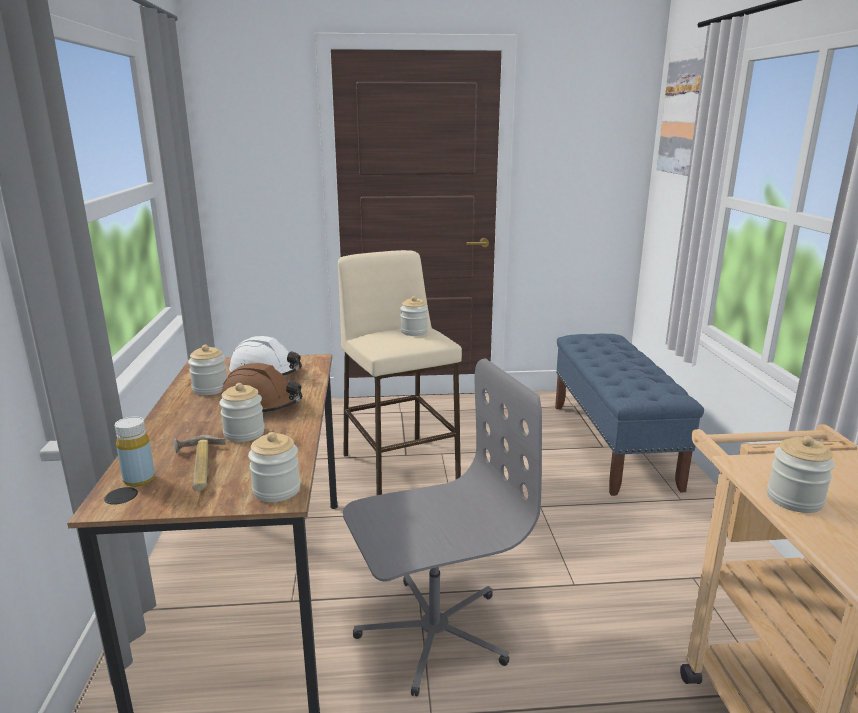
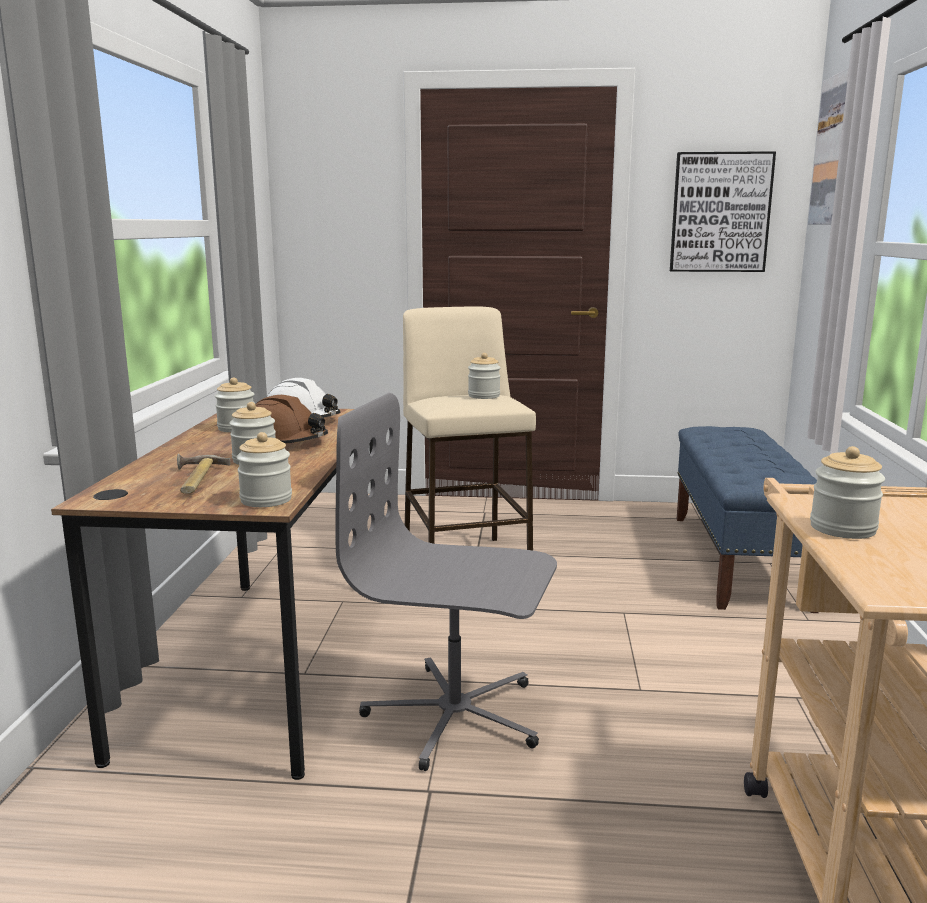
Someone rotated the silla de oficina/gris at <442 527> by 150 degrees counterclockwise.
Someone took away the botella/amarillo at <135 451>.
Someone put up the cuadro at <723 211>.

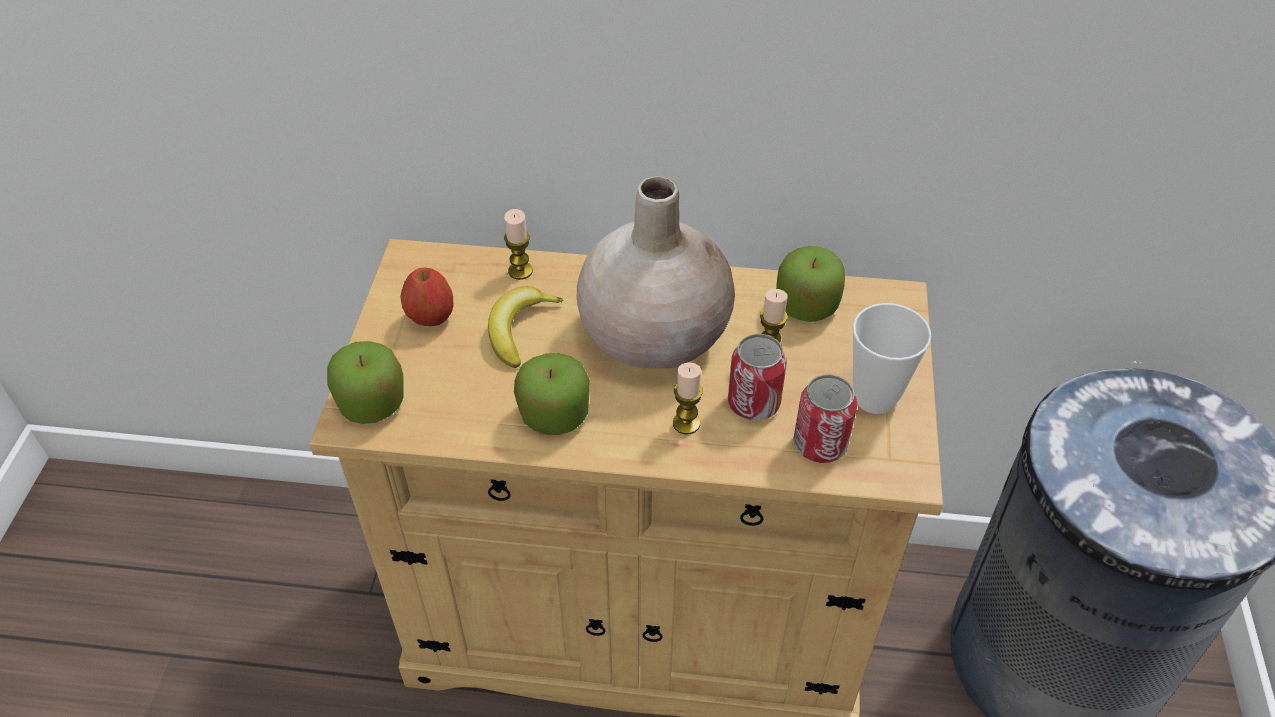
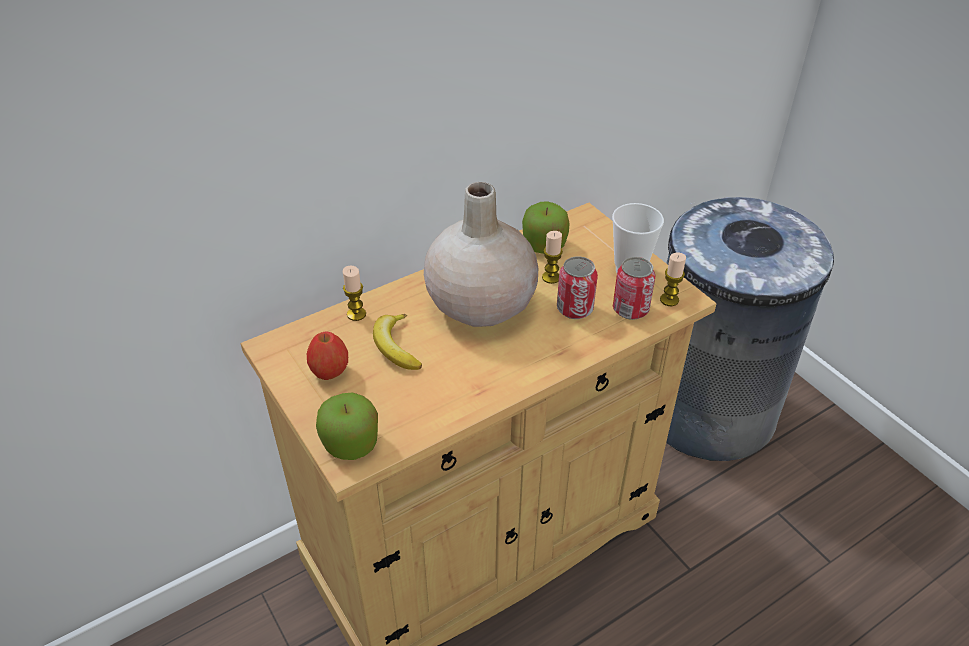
Someone took away the manzana at <552 394>.
Someone carried the vela from <688 398> to <673 279>.

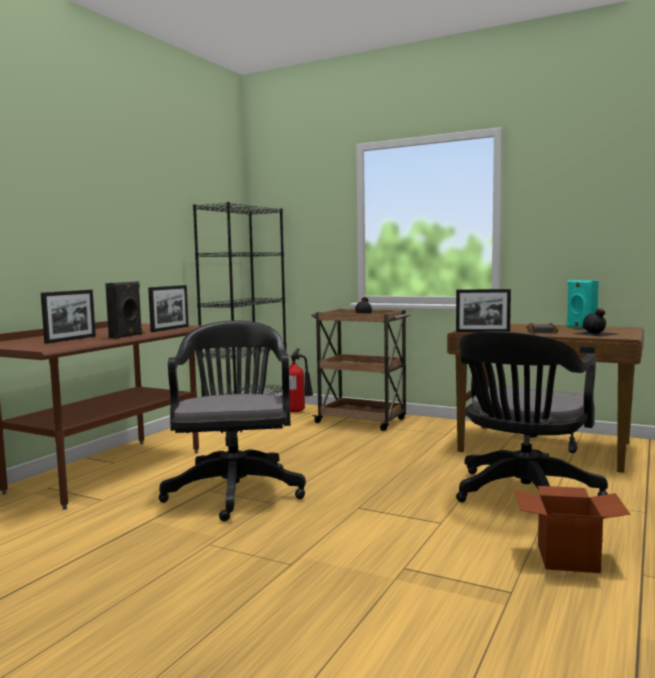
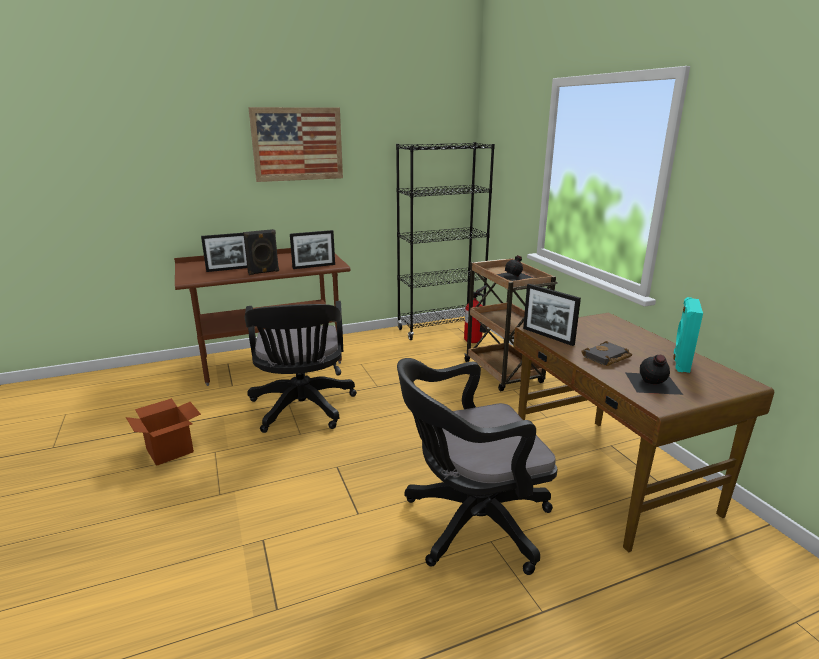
Someone rotated the silla de oficina/negro at <232 421> by 135 degrees clockwise.
Someone carried the caja de cartón from <572 529> to <163 432>.
Someone put up the cuadro at <295 144>.

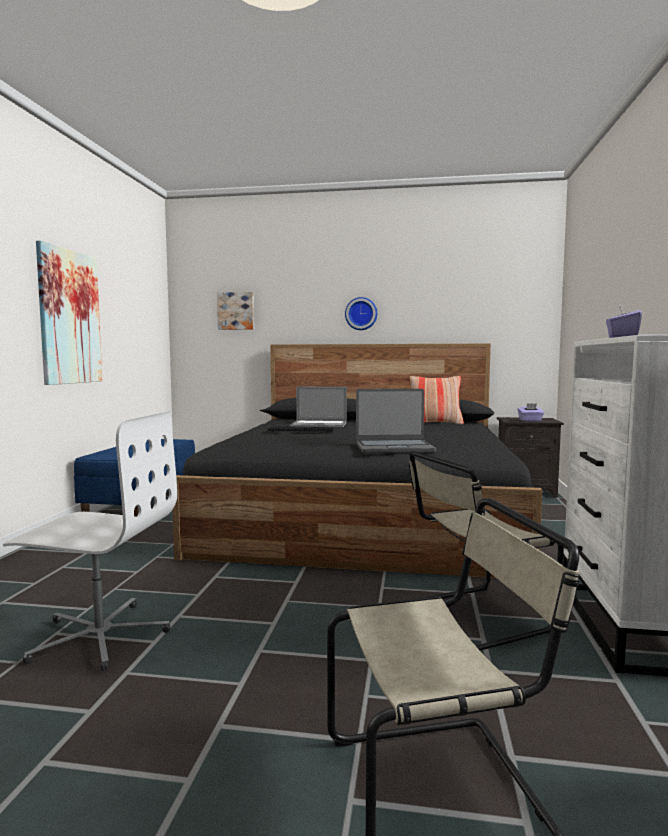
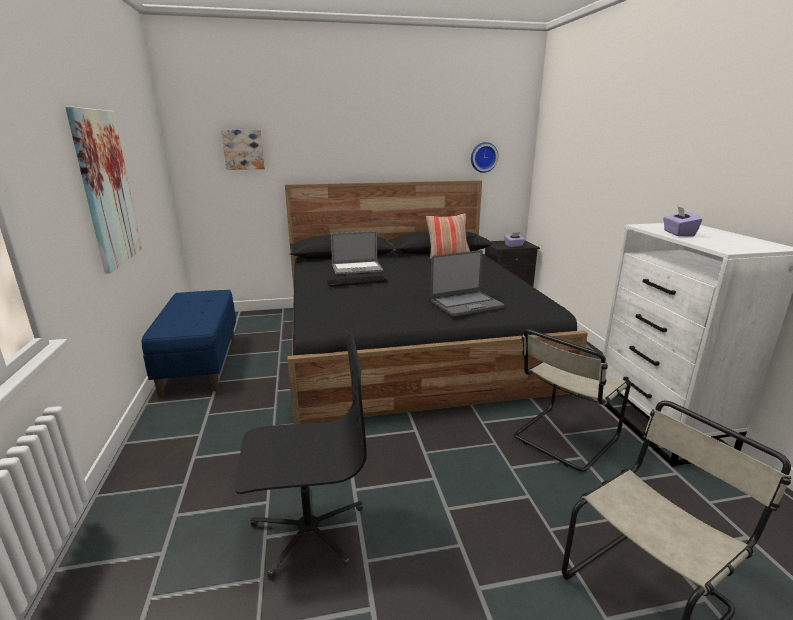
Someone carried the reloj de pared from <361 313> to <484 157>.
Someone repainted the silla de oficina/blanco at <90 541>, which became the silla de oficina/negro at <300 455>.

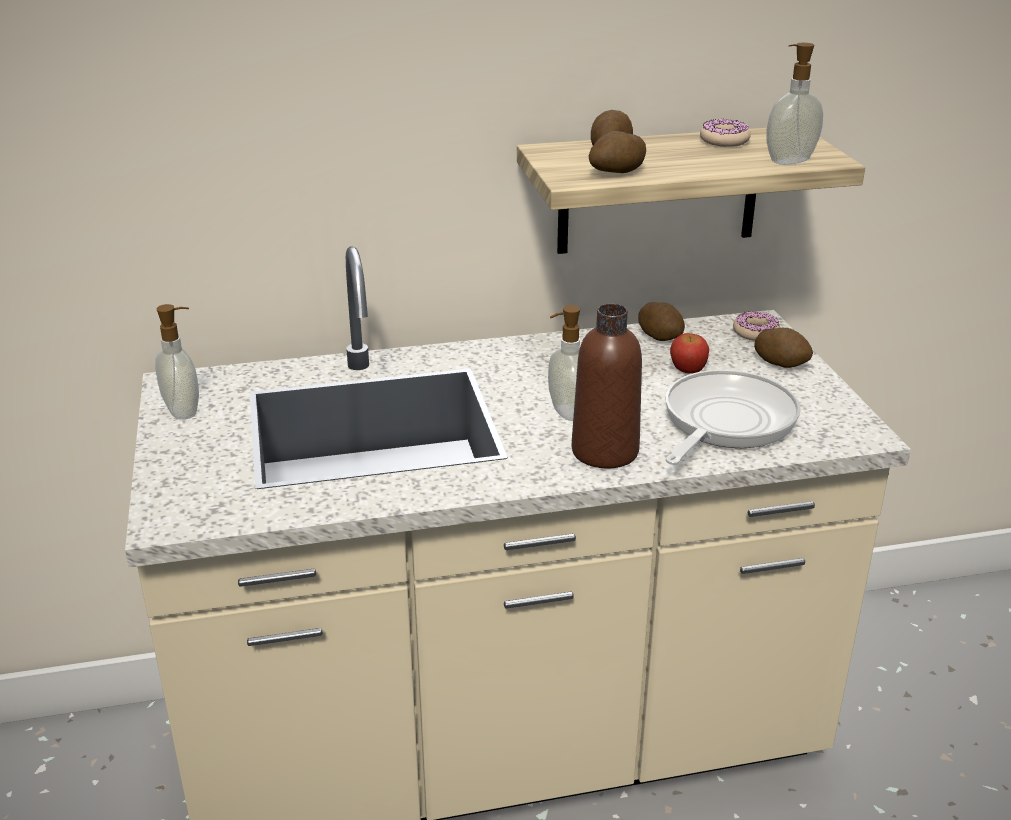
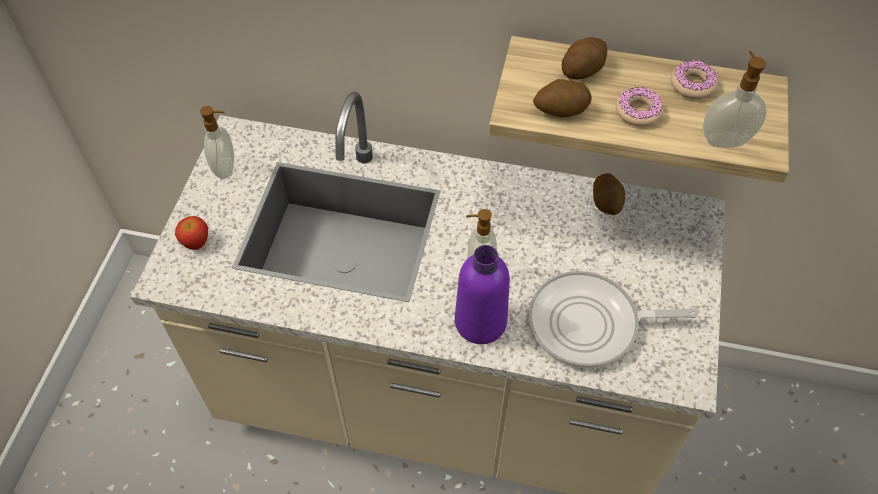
Someone repainted the botella/marrón at <607 386>, which became the botella/morado at <482 294>.
Someone carried the rosquilla from <756 326> to <640 107>.
Someone took away the patata at <783 348>.
Someone carried the manzana from <689 353> to <191 233>.
Someone rotated the sartén at <733 417> by 150 degrees counterclockwise.

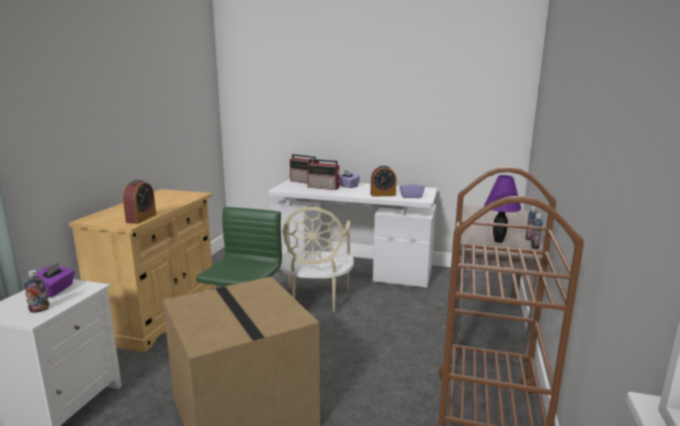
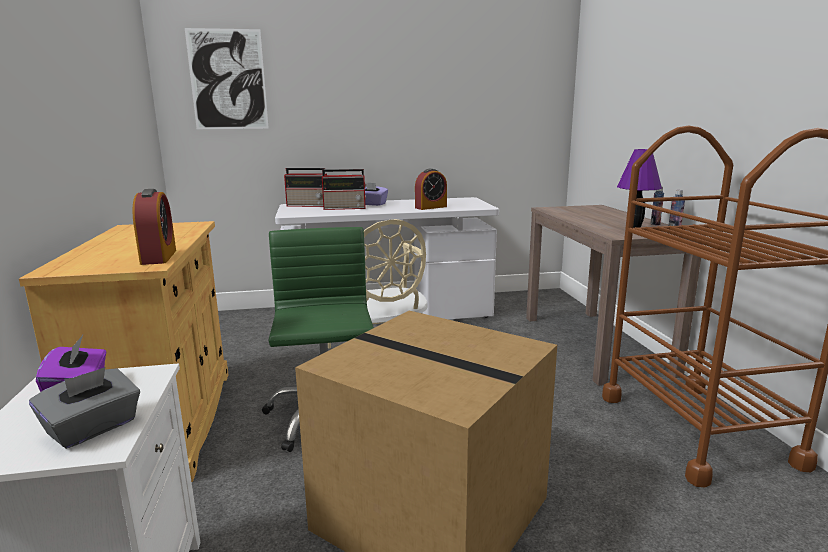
Someone took away the caja de pañuelos/morado at <412 188>.
Someone swapped the botella at <36 291> for the caja de pañuelos/gris at <84 408>.
Someone put up the cuadro at <227 78>.

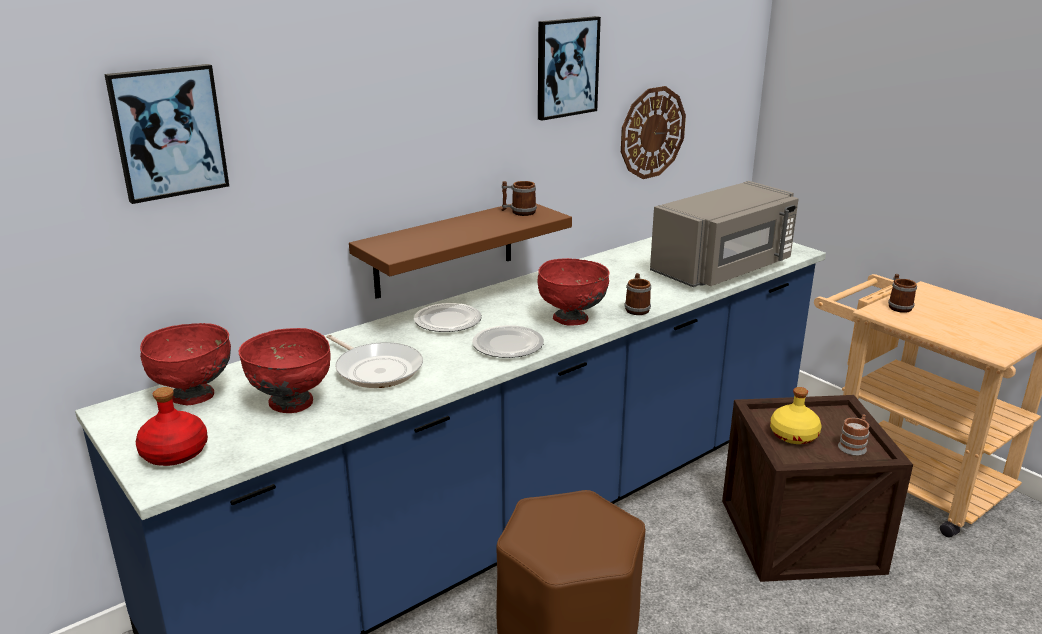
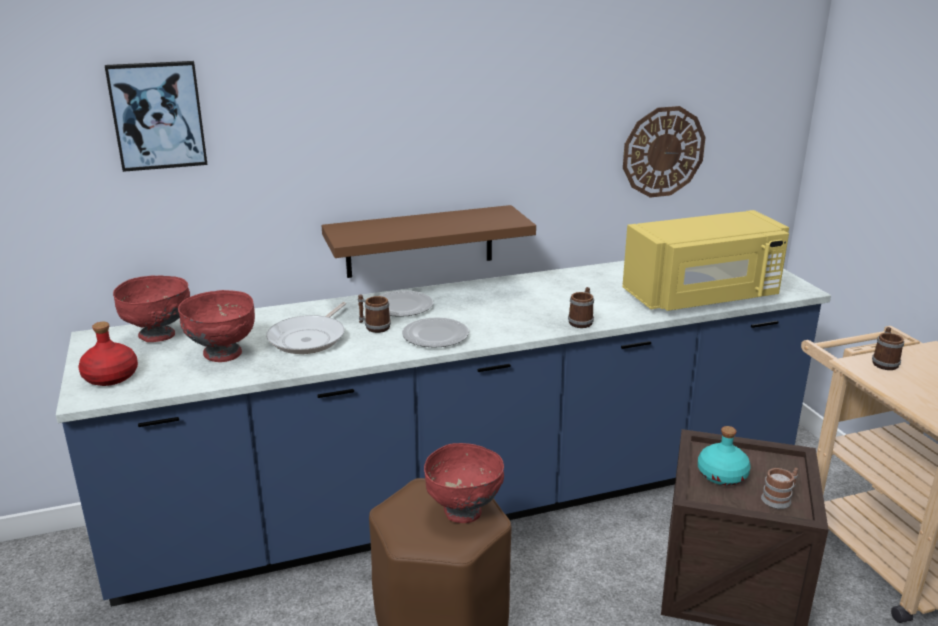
Someone took away the cuadro at <569 68>.
Someone carried the taza grande from <519 198> to <374 313>.
Someone repainted the microondas/gris at <724 234>, which became the microondas/amarillo at <705 260>.
Someone carried the cuenco/rojo from <574 291> to <464 483>.
Someone rotated the sartén at <374 361> by 45 degrees clockwise.
Someone repainted the botella/amarillo at <795 415>, which became the botella/turquesa at <724 455>.

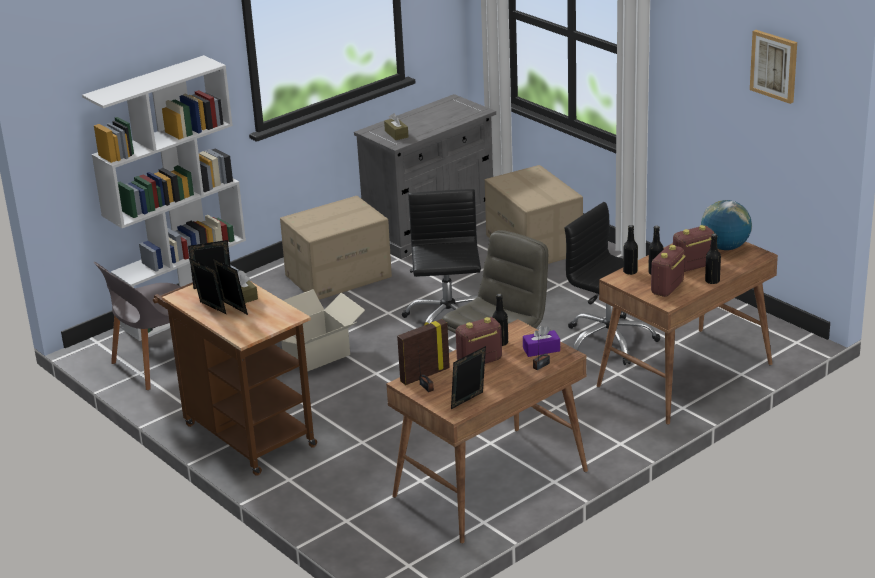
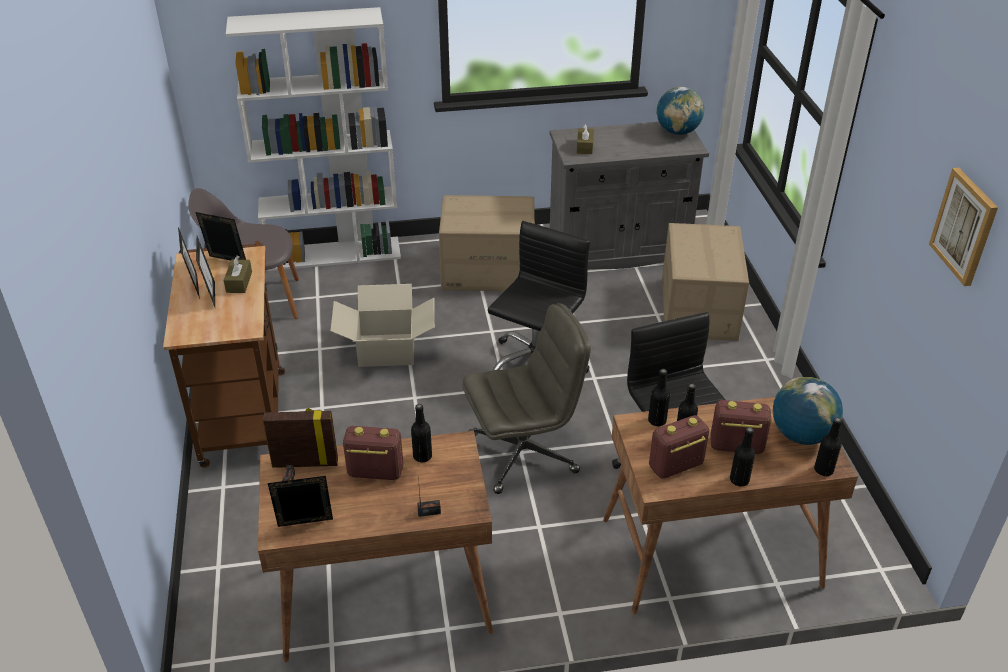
Someone took away the caja de pañuelos/morado at <541 341>.
Someone put down the globo terráqueo at <680 110>.
Someone put down the botella/negro at <828 446>.

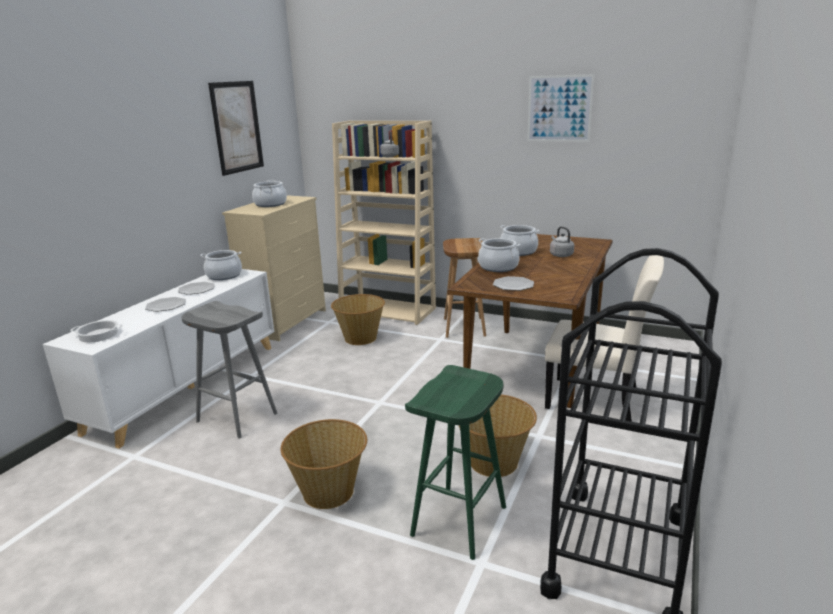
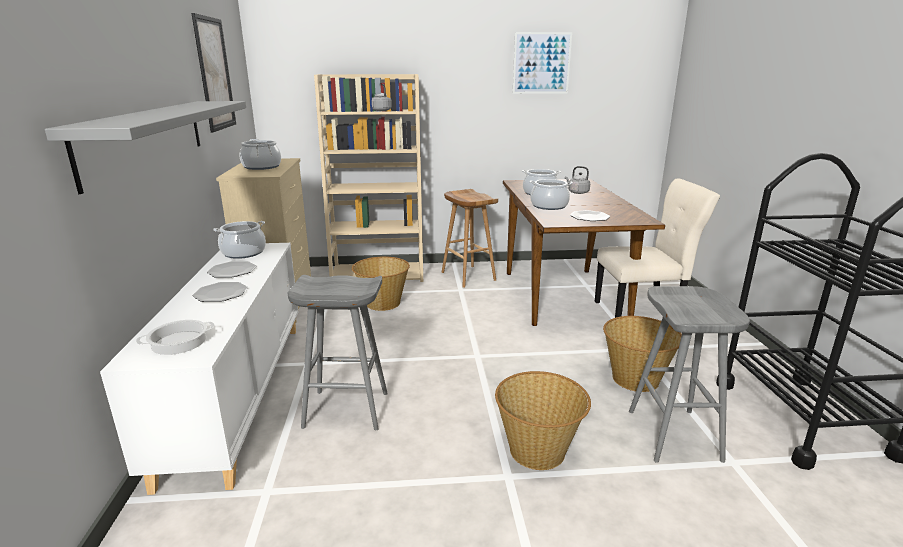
Someone repainted the taburete/verde at <455 462>, which became the taburete/gris at <689 374>.
Someone put up the estante/gris at <145 147>.

